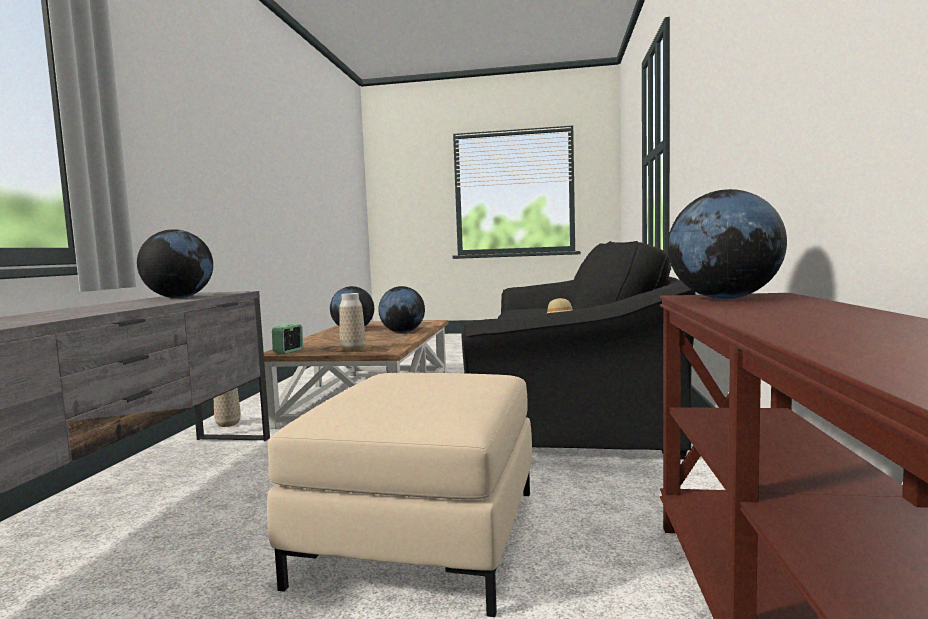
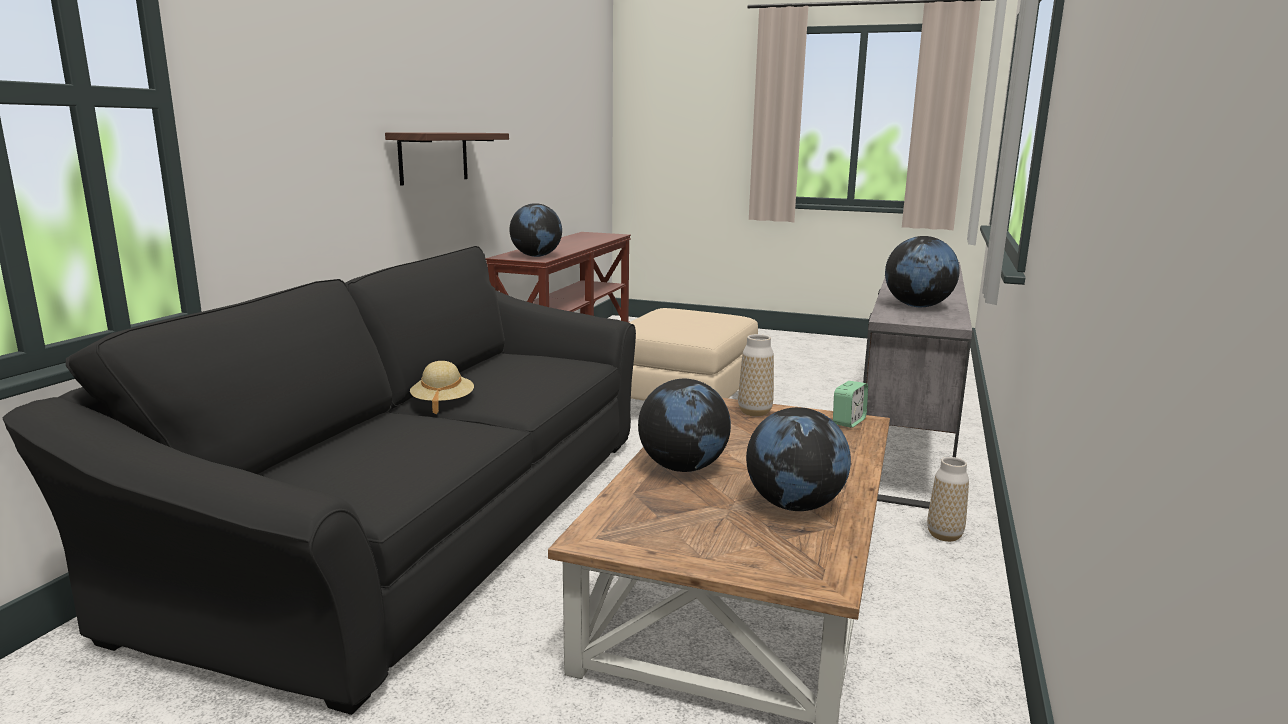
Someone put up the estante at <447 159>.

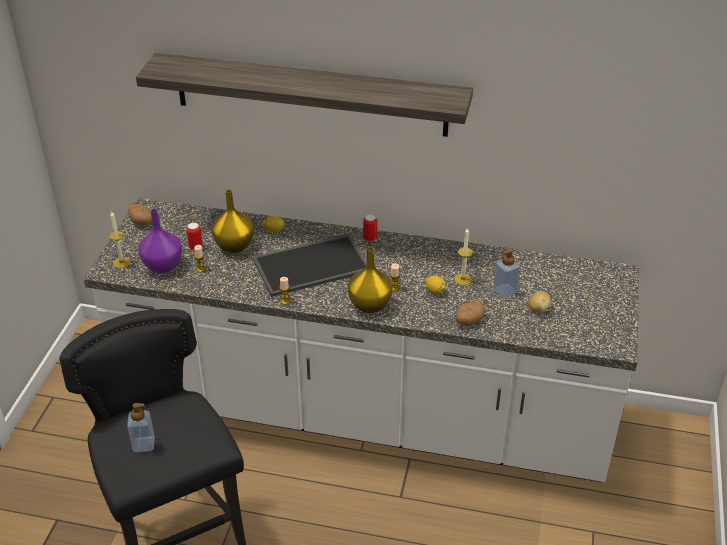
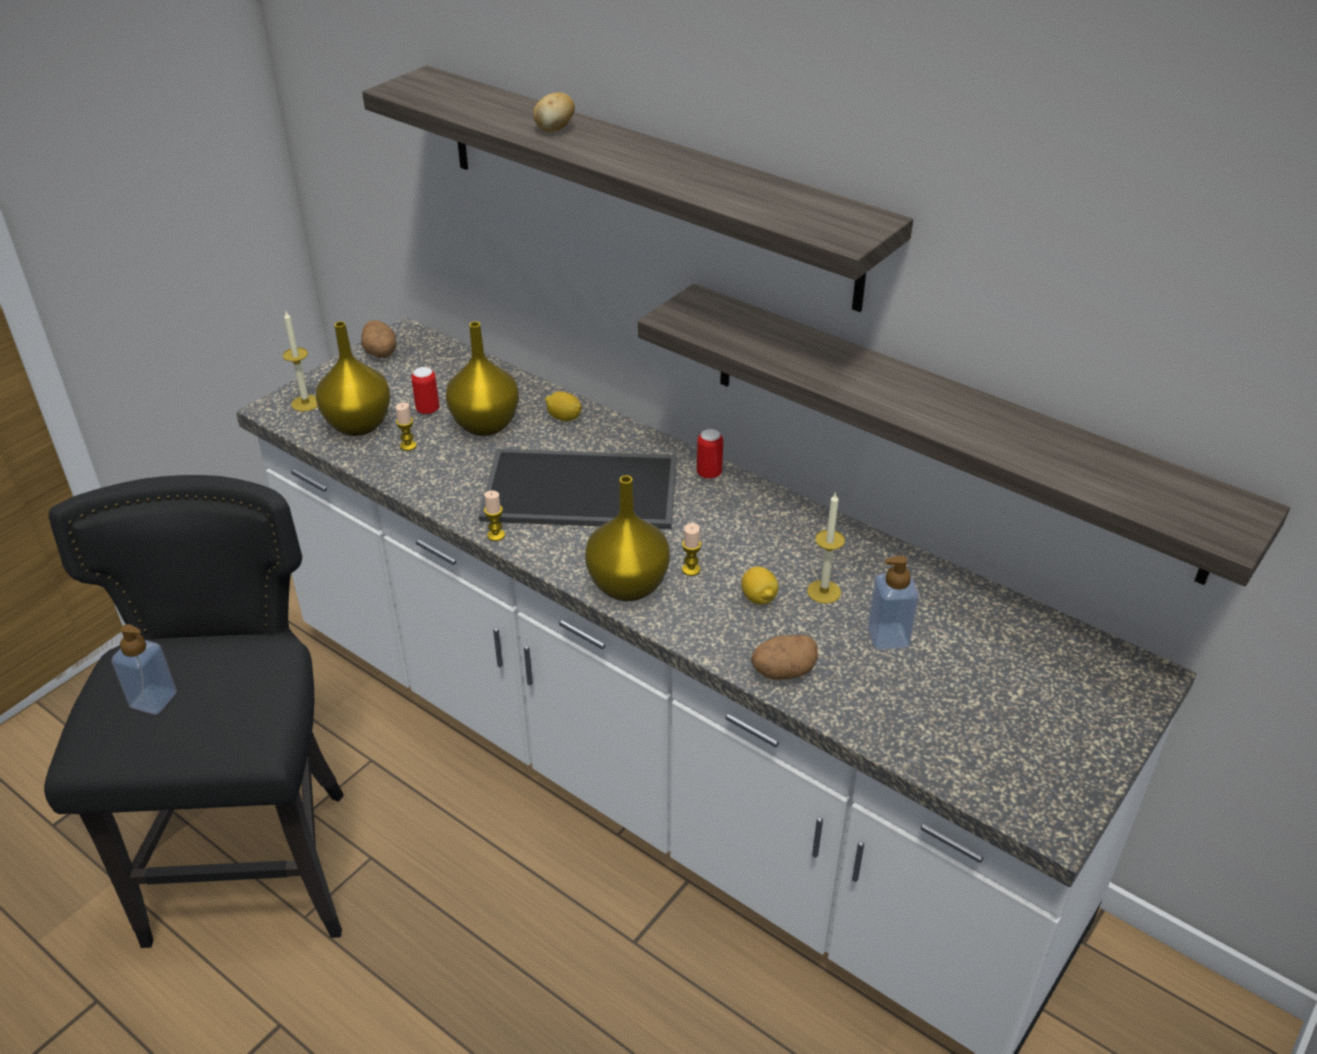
Someone repainted the florero/morado at <160 241>, which became the florero/amarillo at <353 378>.
Someone carried the patata from <539 302> to <554 112>.
Someone put up the estante at <964 434>.

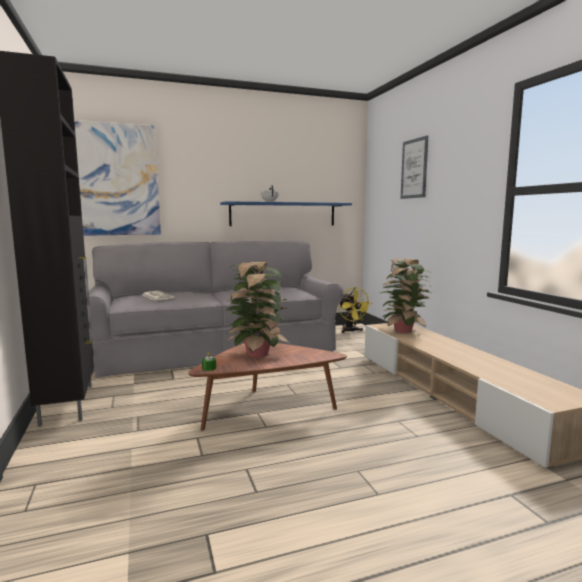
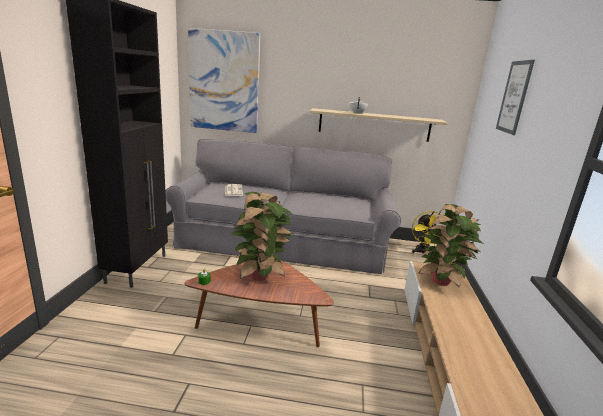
Someone repainted the estante/azul at <286 213>, which became the estante/beis at <378 125>.

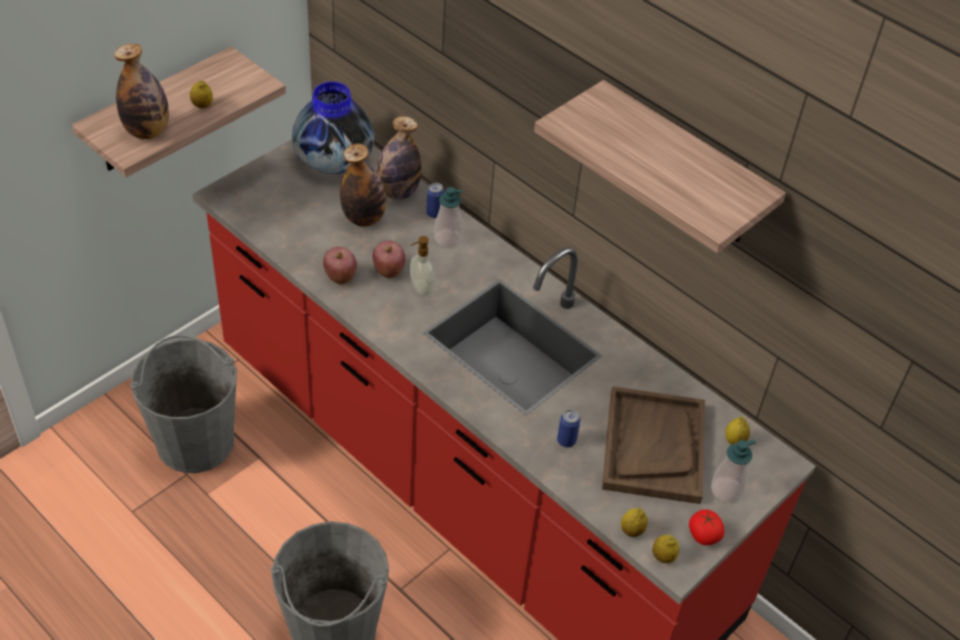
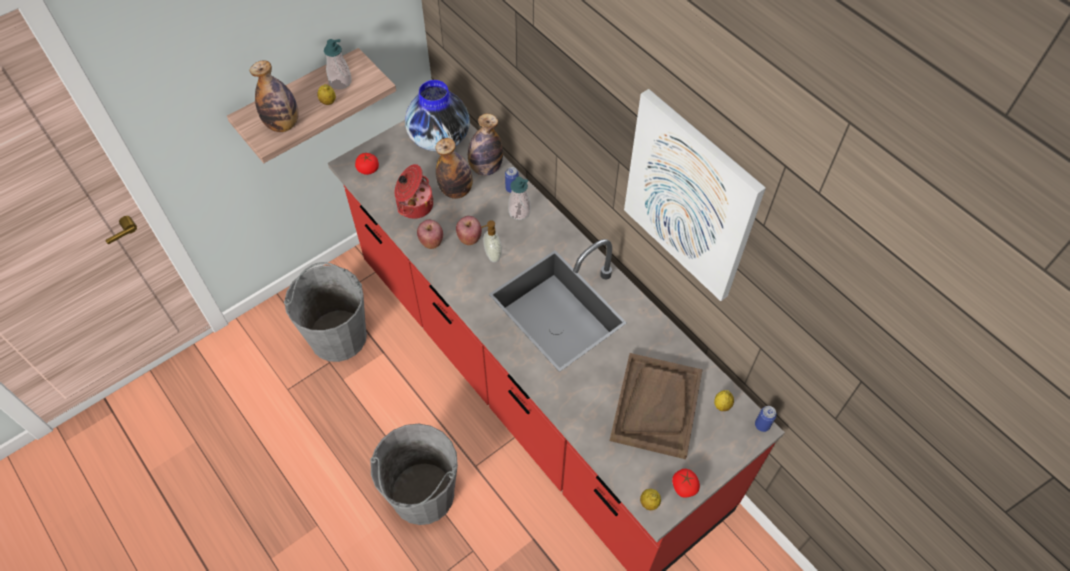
Someone swapped the estante at <660 166> for the cuadro at <695 195>.
Someone carried the lata from <568 428> to <766 419>.
Someone carried the dispensador de jabón from <733 471> to <338 64>.
Someone took away the limón at <634 522>.
Someone put down the tomate at <367 164>.
Someone put down the olla at <414 191>.

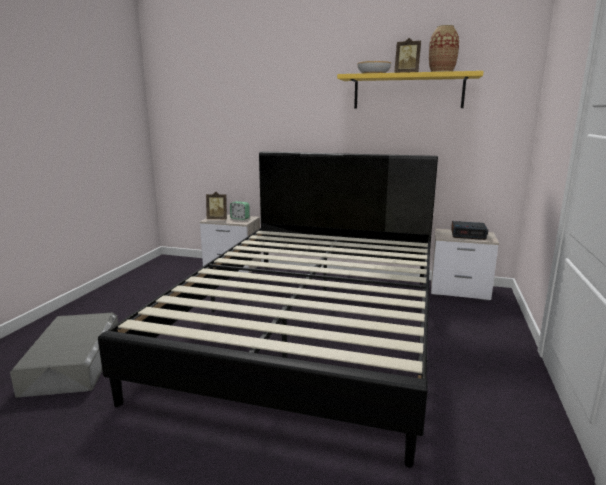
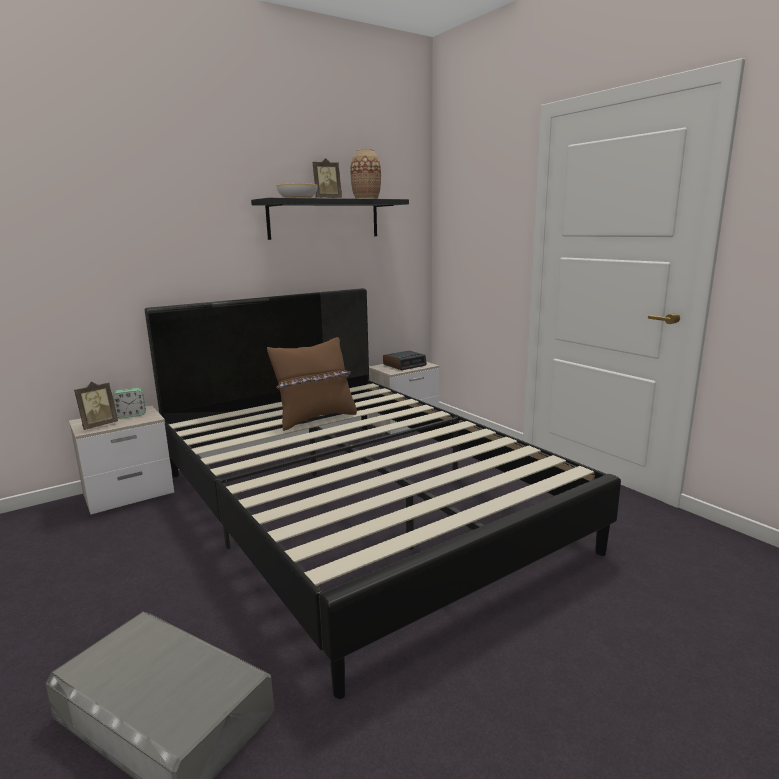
Someone repainted the estante/amarillo at <410 89>, which became the estante/negro at <330 219>.
Someone put down the cojín/marrón at <312 384>.

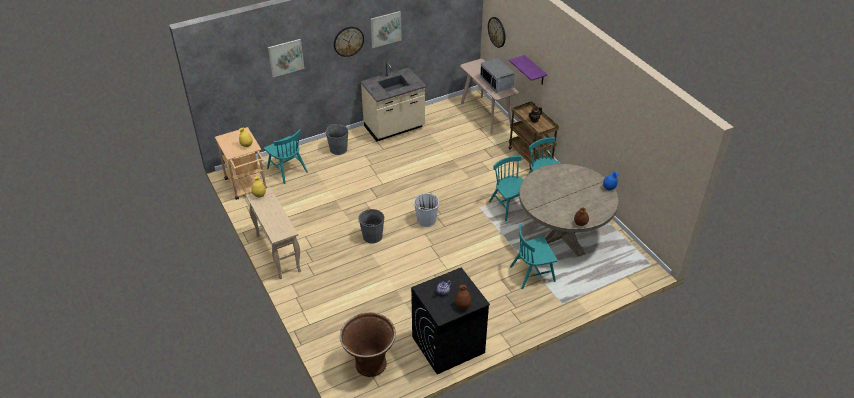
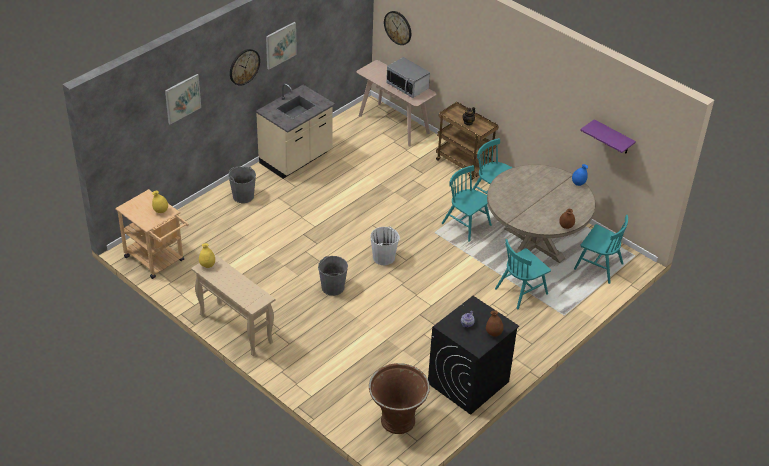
Someone carried the estante/morado from <528 70> to <608 136>.
Someone carried the silla/turquesa from <286 156> to <601 249>.

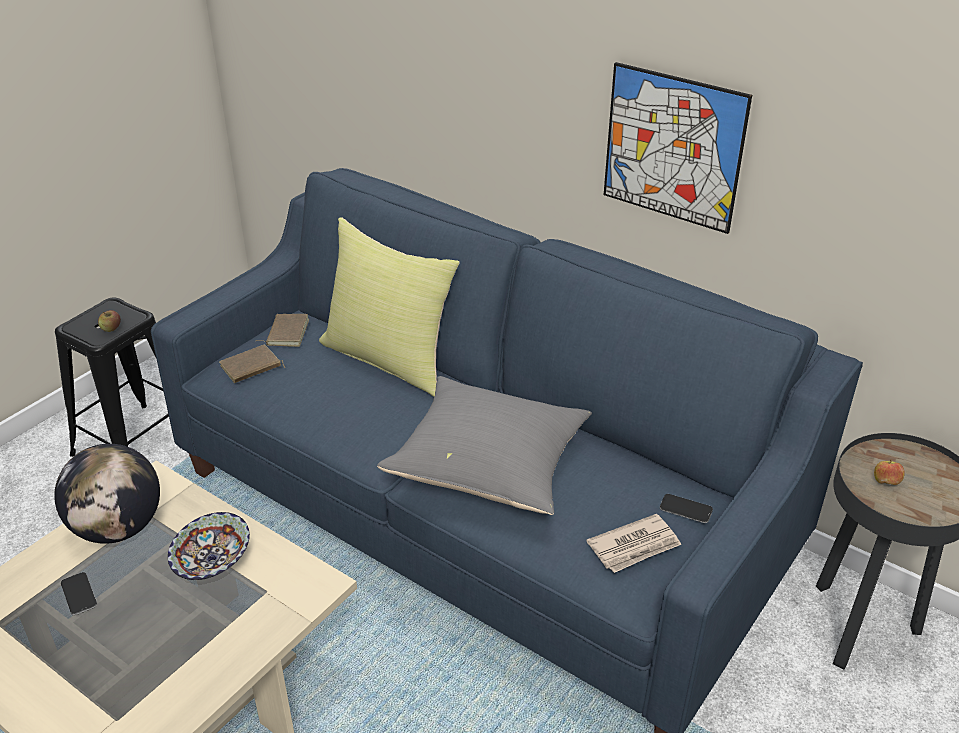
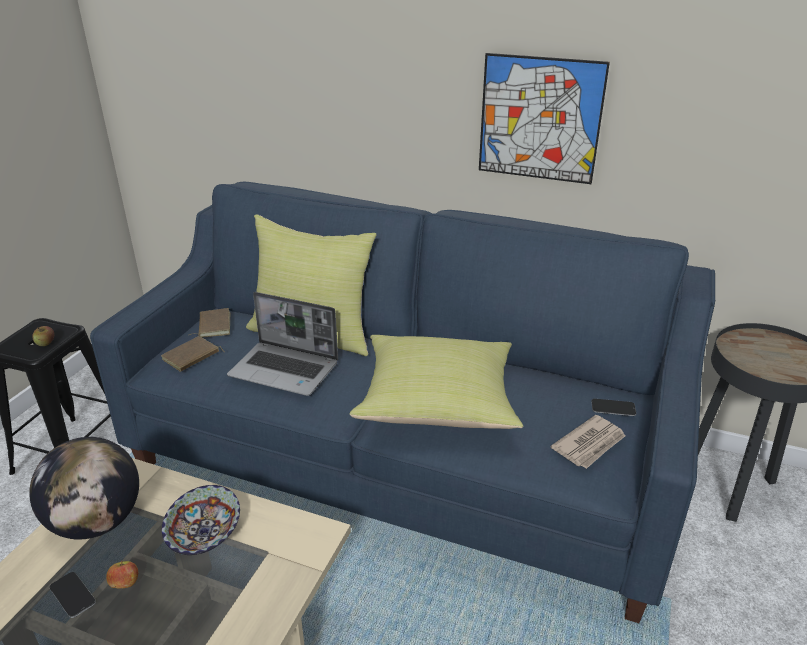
Someone repainted the cojín/gris at <484 445>, which became the cojín/amarillo at <436 382>.
Someone carried the manzana from <889 472> to <122 575>.
Someone put down the portátil at <282 344>.

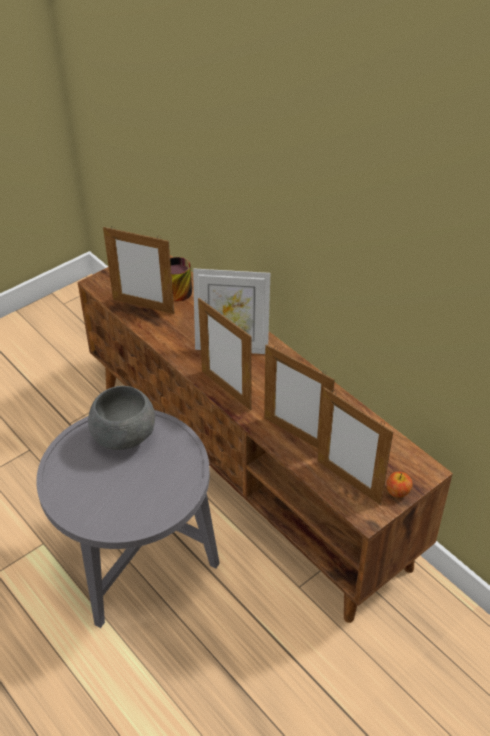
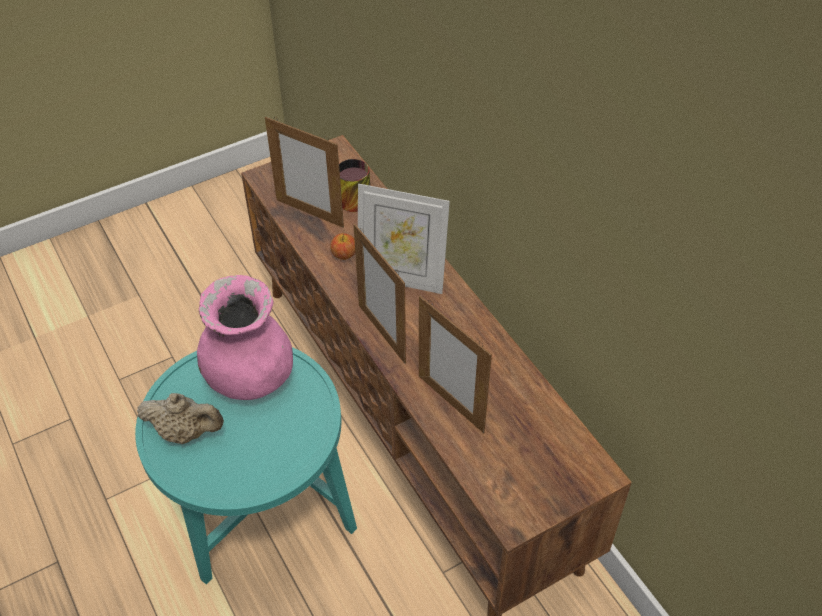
Someone swapped the cuenco/gris at <121 418> for the florero/rosa at <245 337>.
Someone took away the portarretratos at <355 446>.
Someone repainted the mesa auxiliar/gris at <128 519>, which became the mesa auxiliar/turquesa at <246 465>.
Someone carried the manzana from <399 485> to <342 246>.
Someone put down the tetera/beis at <180 418>.

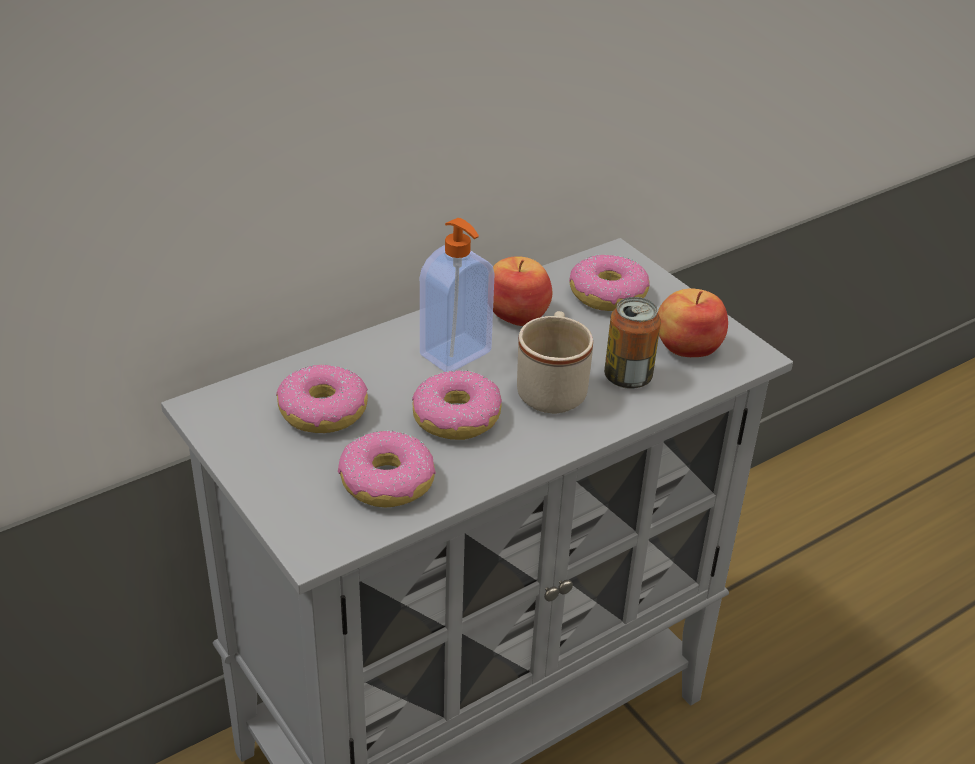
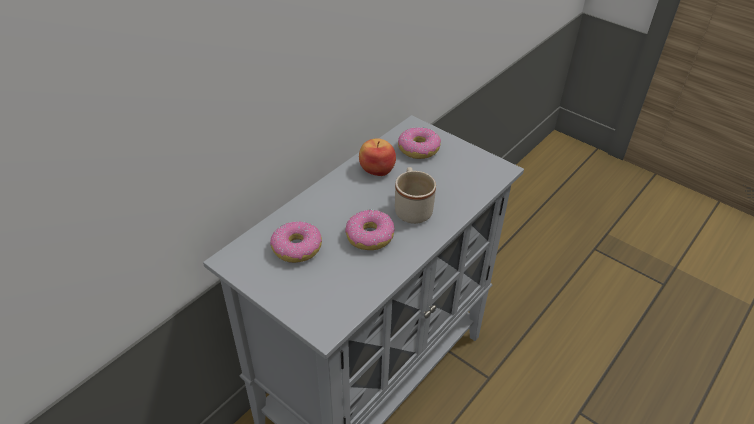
Someone took away the dispensador de jabón at <457 295>.
Someone took away the manzana at <693 323>.
Someone took away the lata at <632 343>.
Someone took away the rosquilla at <387 468>.

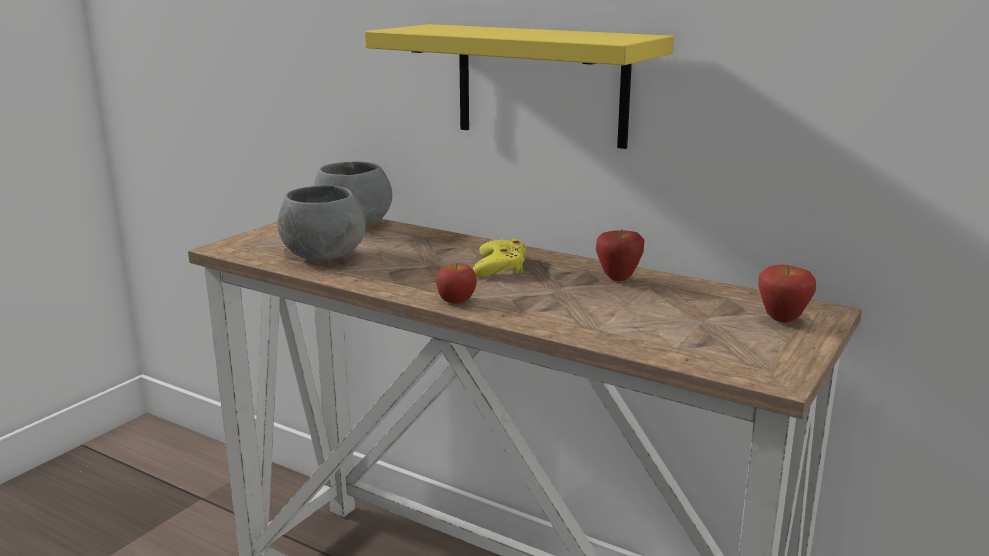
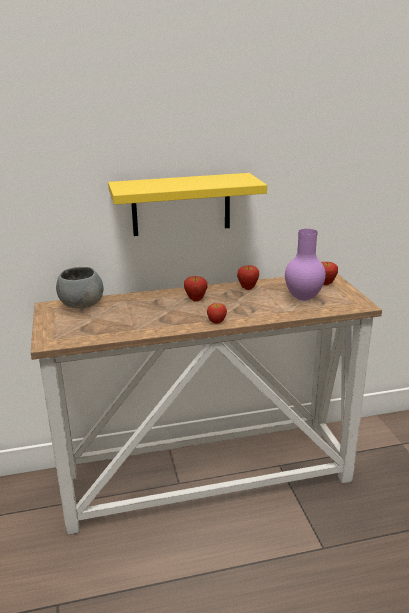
Someone took away the cuenco/gris at <321 223>.
Someone swapped the mando de consola/amarillo at <499 258> for the manzana at <195 288>.
Someone put down the florero/morado at <305 265>.

